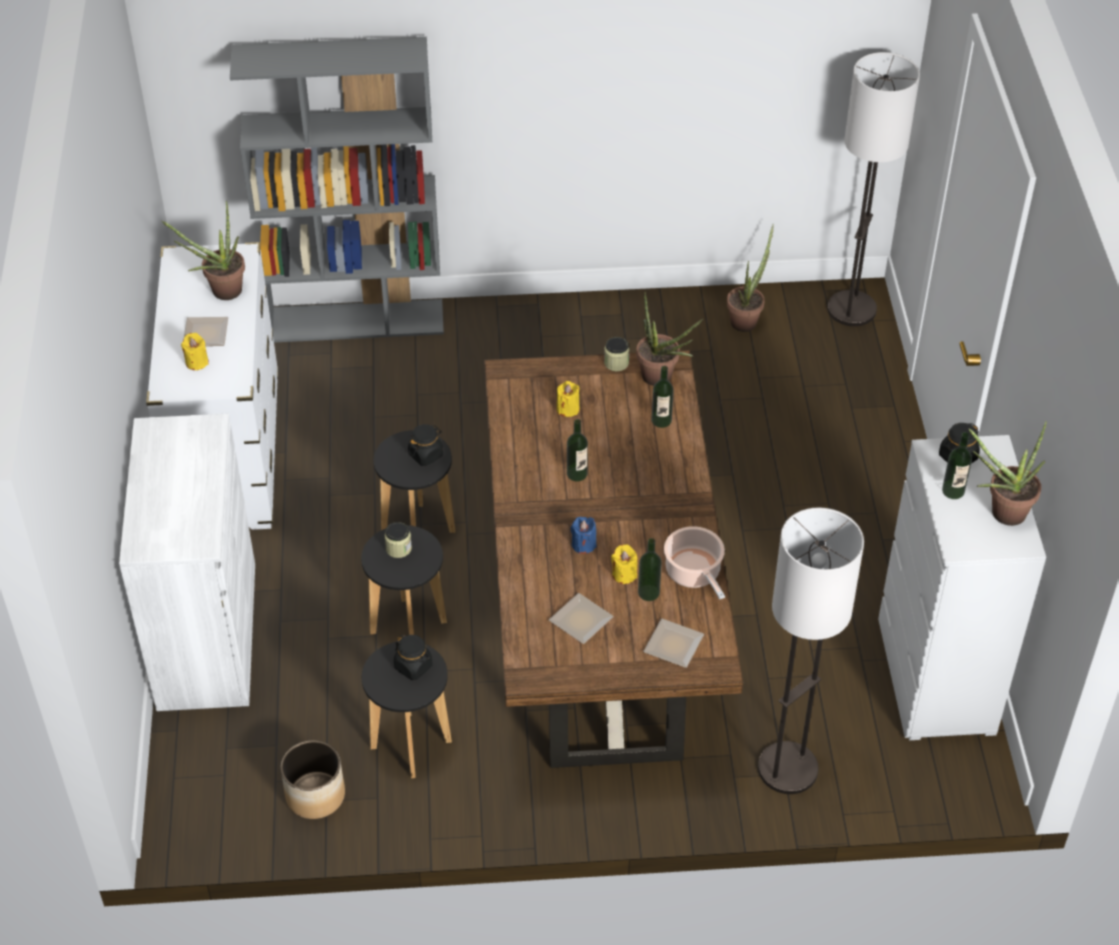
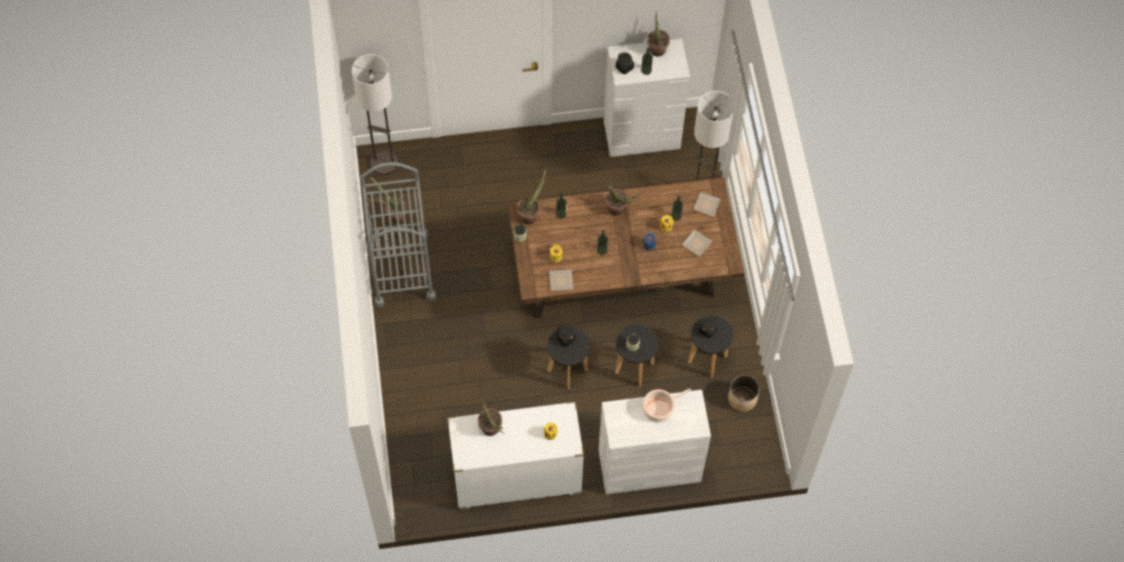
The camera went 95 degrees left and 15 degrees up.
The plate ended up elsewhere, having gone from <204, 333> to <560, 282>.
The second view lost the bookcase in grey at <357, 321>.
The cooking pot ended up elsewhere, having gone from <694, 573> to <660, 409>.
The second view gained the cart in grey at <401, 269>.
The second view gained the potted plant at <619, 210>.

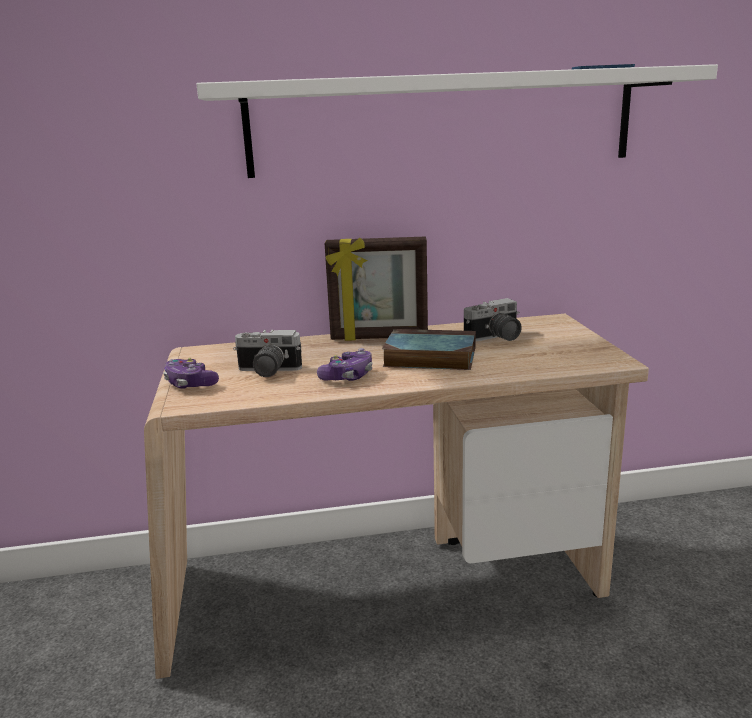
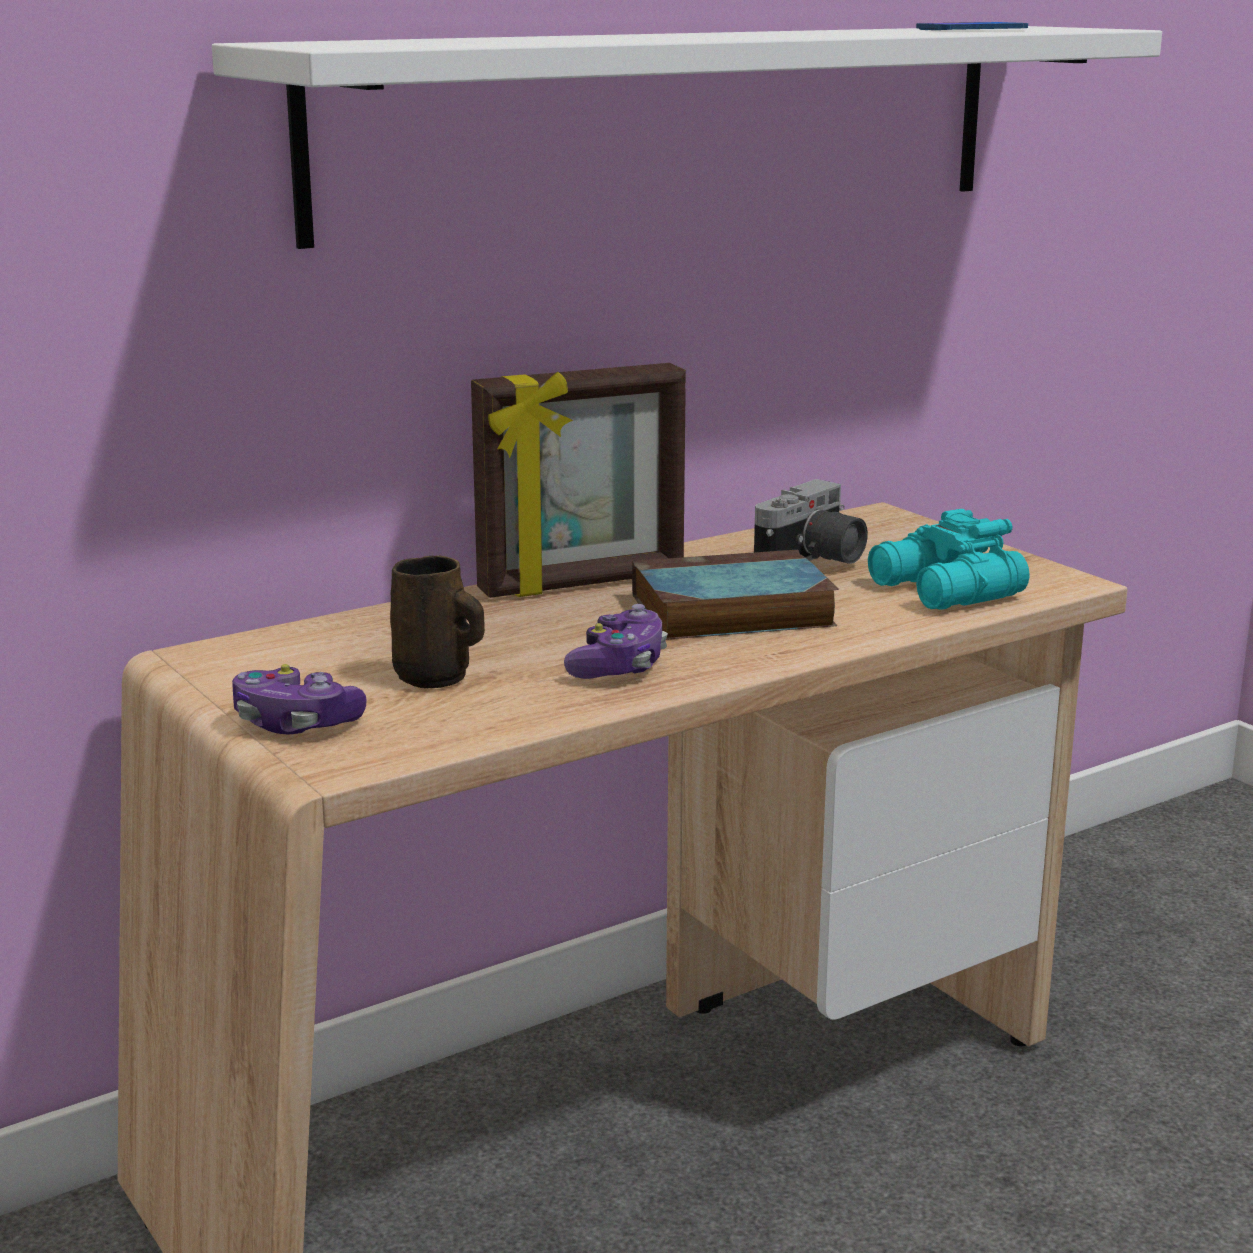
The camera went 25 degrees left and 0 degrees up.
Where the photo camera stood at <267, 372>, the mug in brown came to stand at <436, 678>.
The second view gained the binoculars in turquoise at <944, 591>.

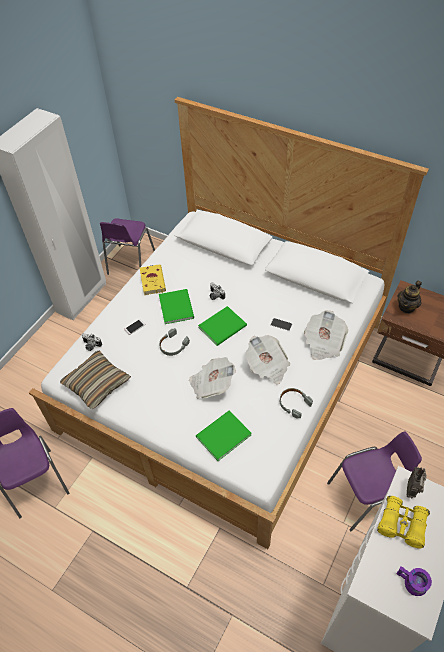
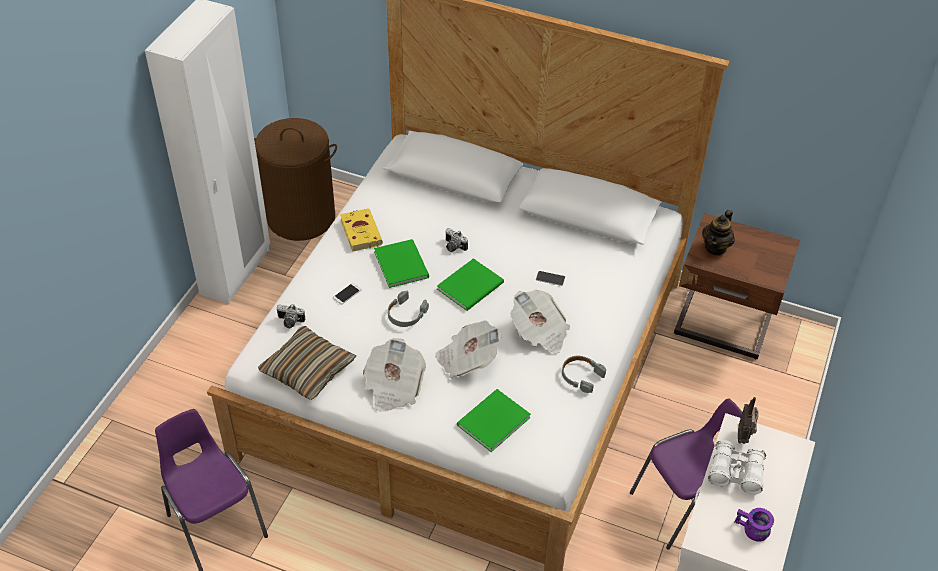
The camera went 10 degrees left and 5 degrees down.
Where the chair in purple stood at <130, 263>, the laundry basket in brown came to stand at <301, 218>.
The newspaper ended up elsewhere, having gone from <323, 343> to <393, 387>.
What was the binoculars in yellow at <402, 524> turned into the binoculars in white at <736, 473>.

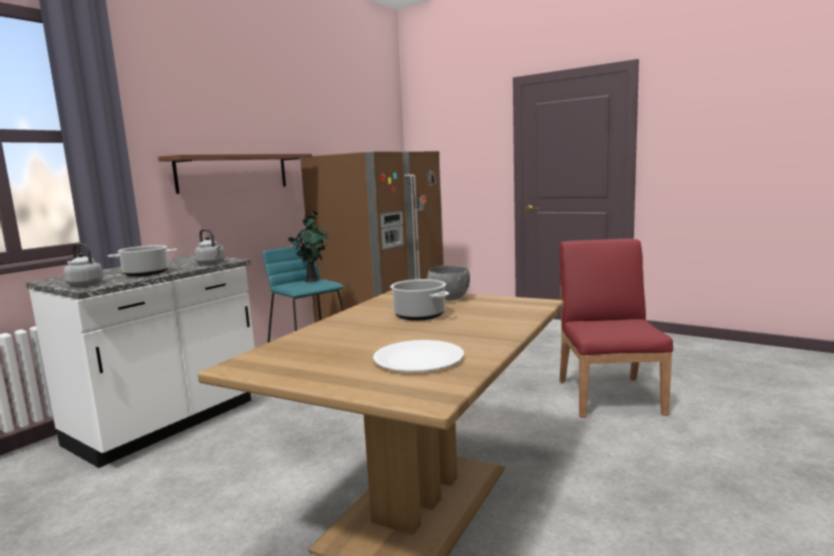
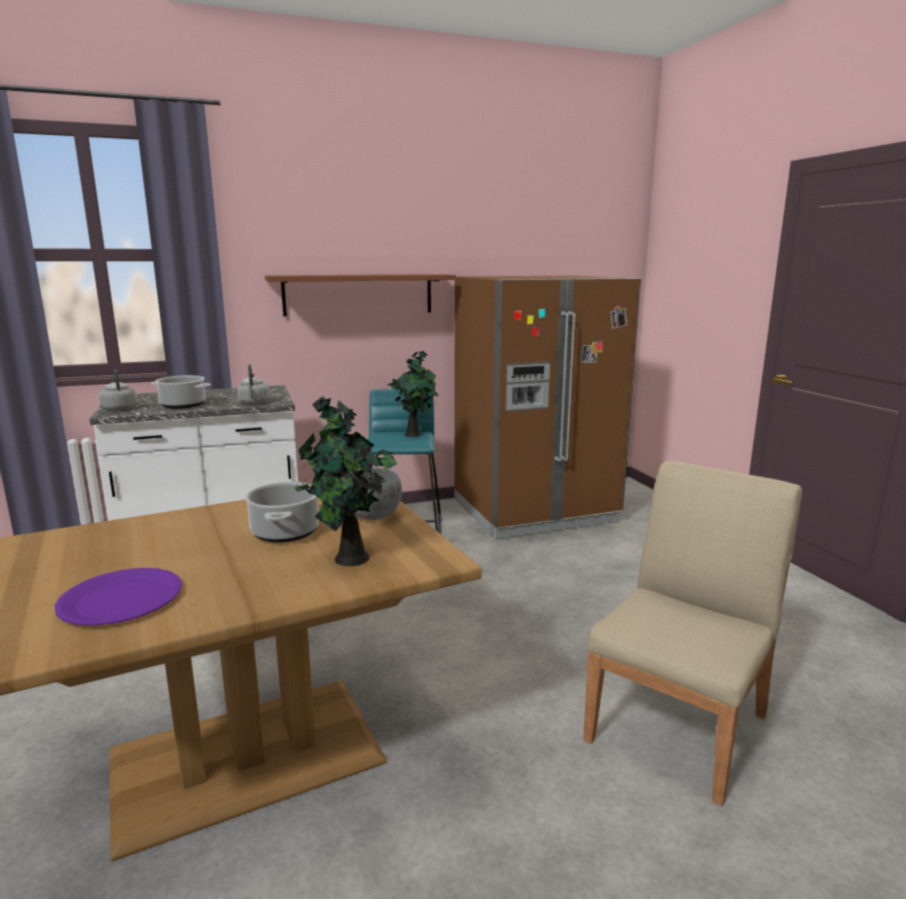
The camera went 35 degrees right and 5 degrees up.
What was the plate in white at <419, 359> turned into the plate in purple at <121, 599>.
What was the chair in red at <609, 396> turned into the chair in beige at <679, 726>.
The second view gained the potted plant at <349, 559>.

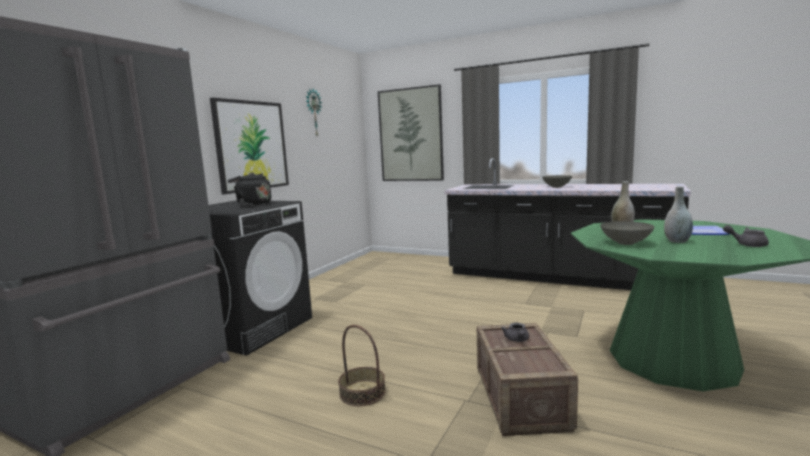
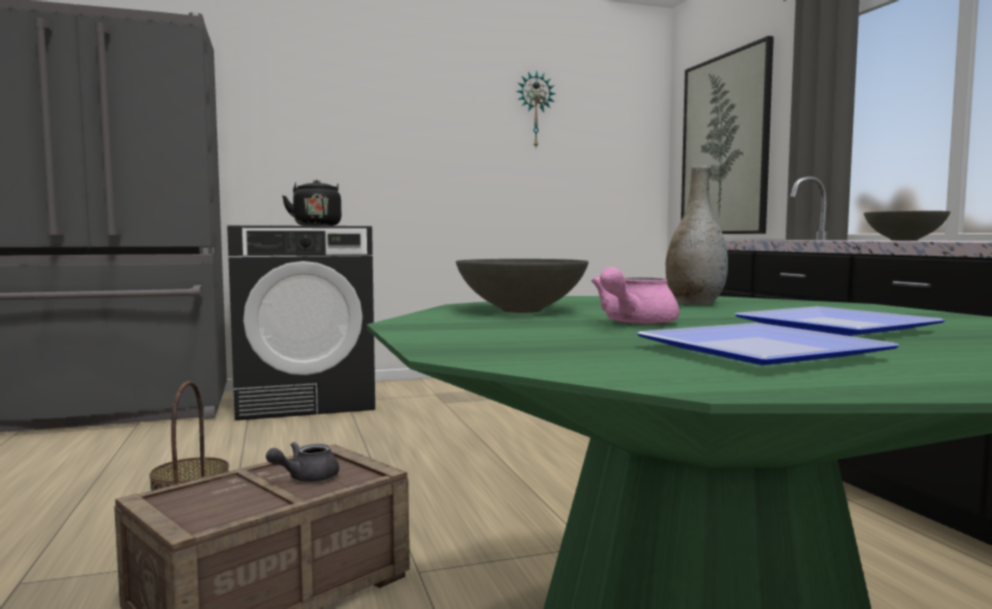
The camera went 45 degrees right and 5 degrees down.
The second view lost the picture at <251, 146>.
Where the vase in grey stood at <677, 241>, the teapot in pink came to stand at <633, 323>.
Where the teapot in grey stood at <747, 244>, the plate came to stand at <750, 352>.

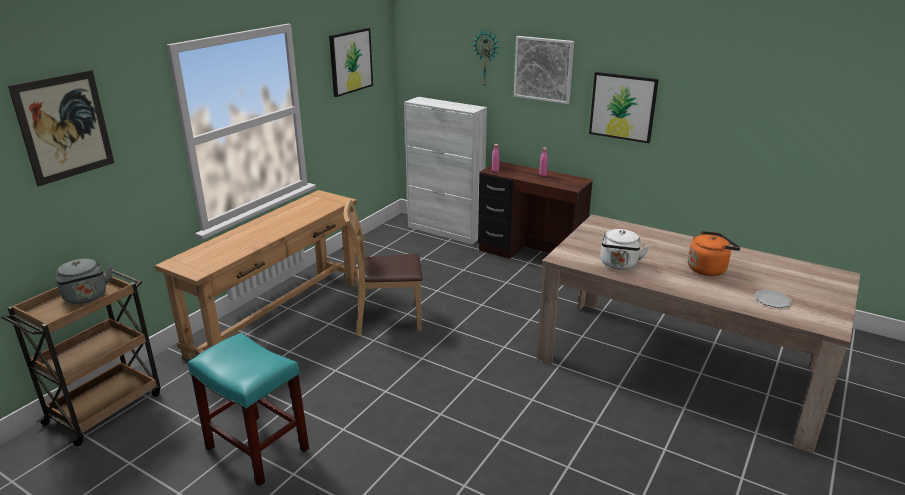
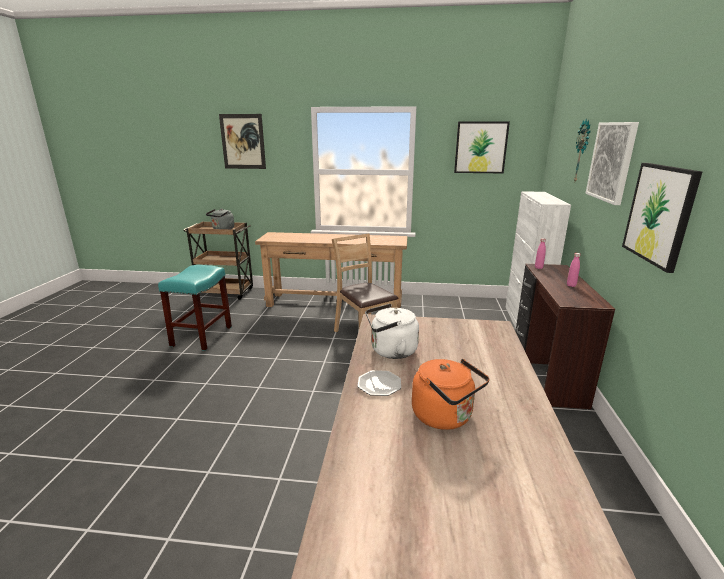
The camera went 65 degrees right and 5 degrees down.
The plate ended up elsewhere, having gone from <772, 300> to <379, 385>.

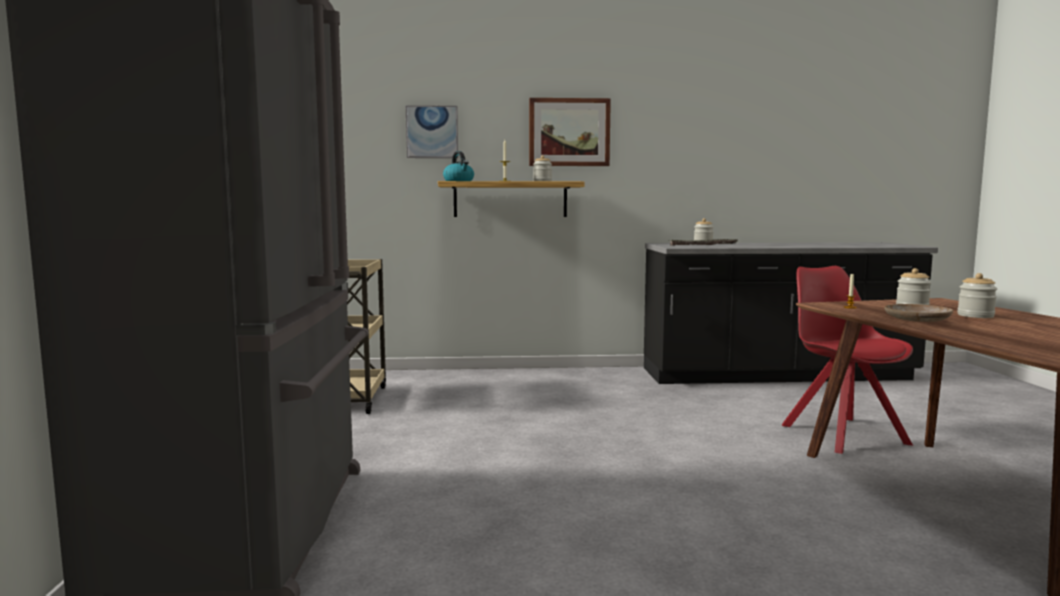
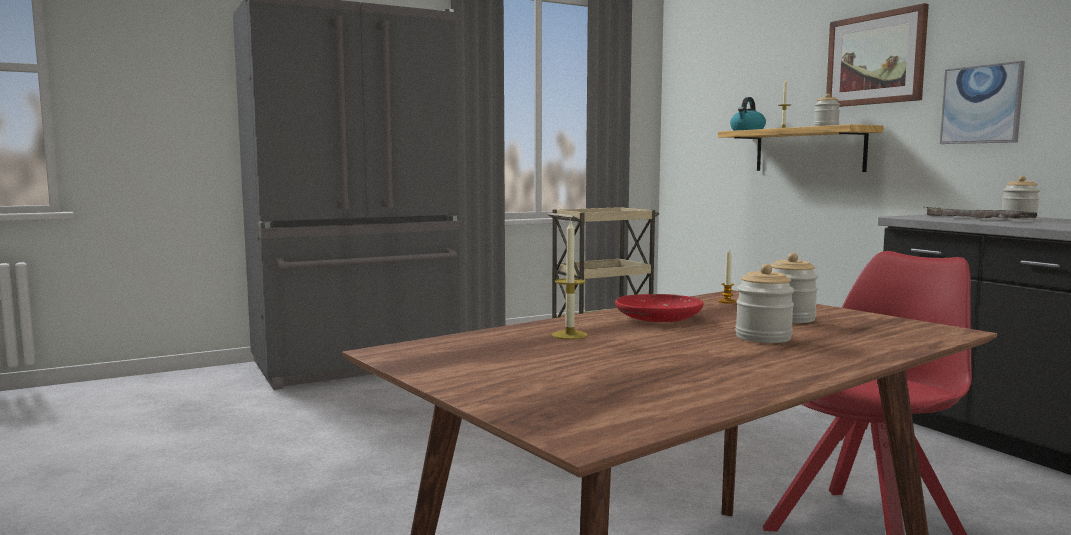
The camera went 65 degrees right and 0 degrees up.
The picture ended up elsewhere, having gone from <432, 132> to <981, 104>.
What was the plate in beige at <917, 320> turned into the plate in red at <658, 318>.
The second view gained the candle at <569, 335>.

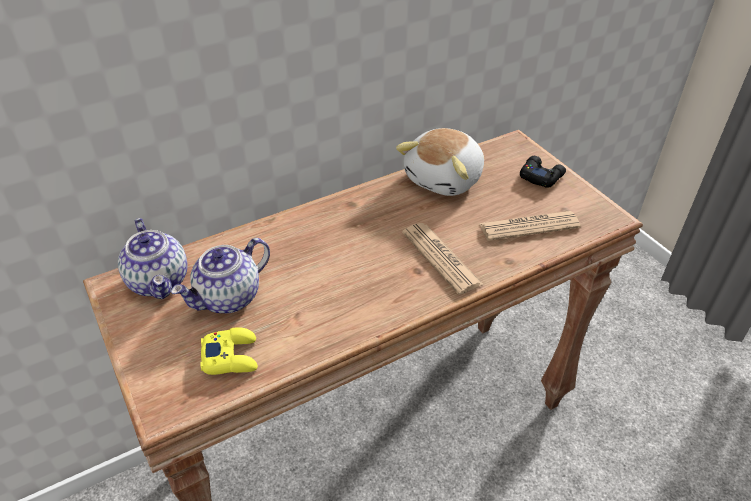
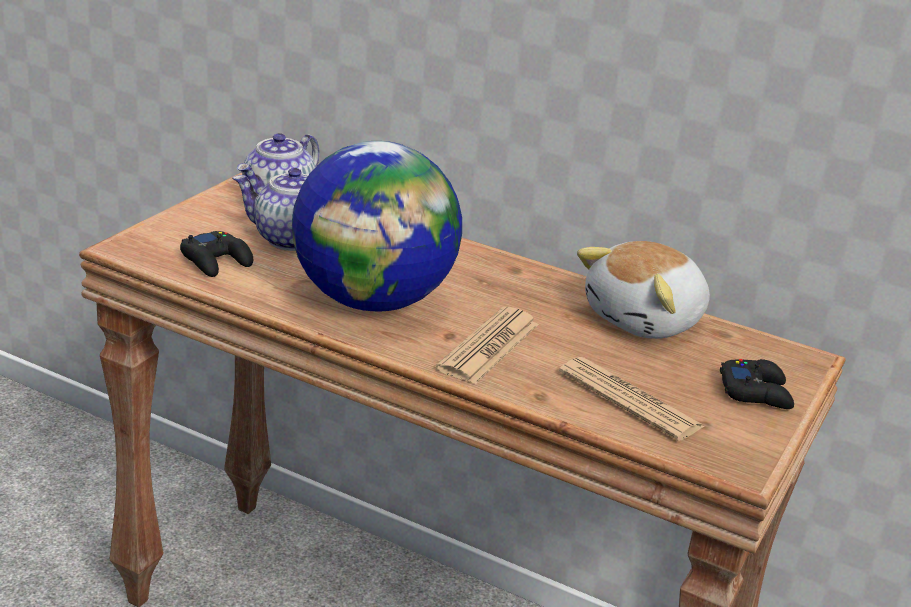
The camera went 55 degrees right and 15 degrees down.
What was the game controller in yellow at <231, 356> turned into the game controller in black at <216, 261>.
The plush toy at <445, 179> ended up facing another way, 45 degrees counterclockwise from before.
The second view gained the globe at <373, 301>.

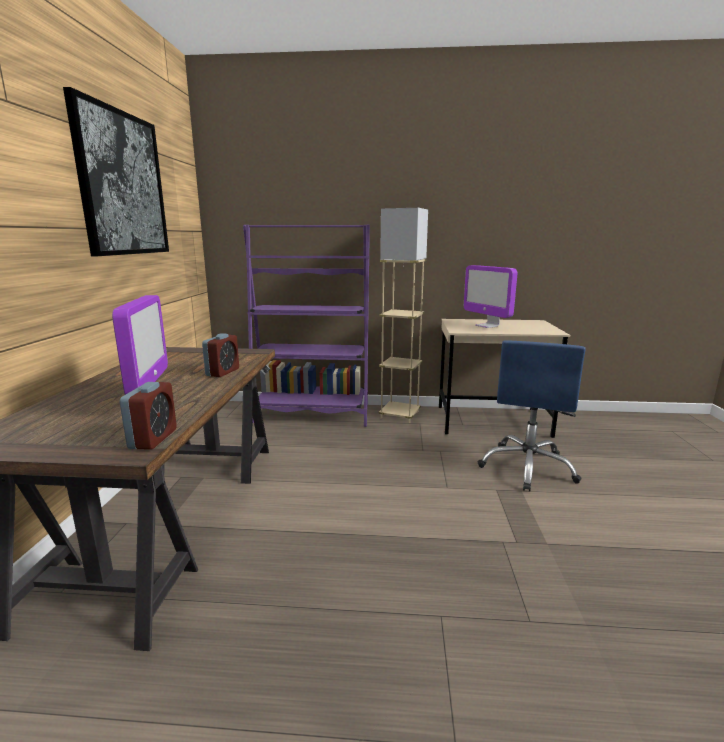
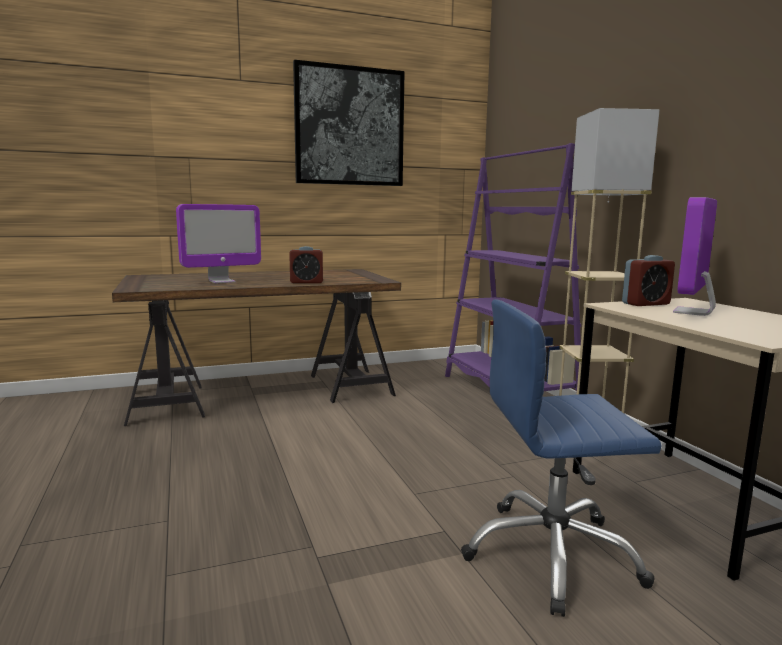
The camera went 65 degrees right and 5 degrees down.
The alarm clock ended up elsewhere, having gone from <153, 439> to <645, 304>.

